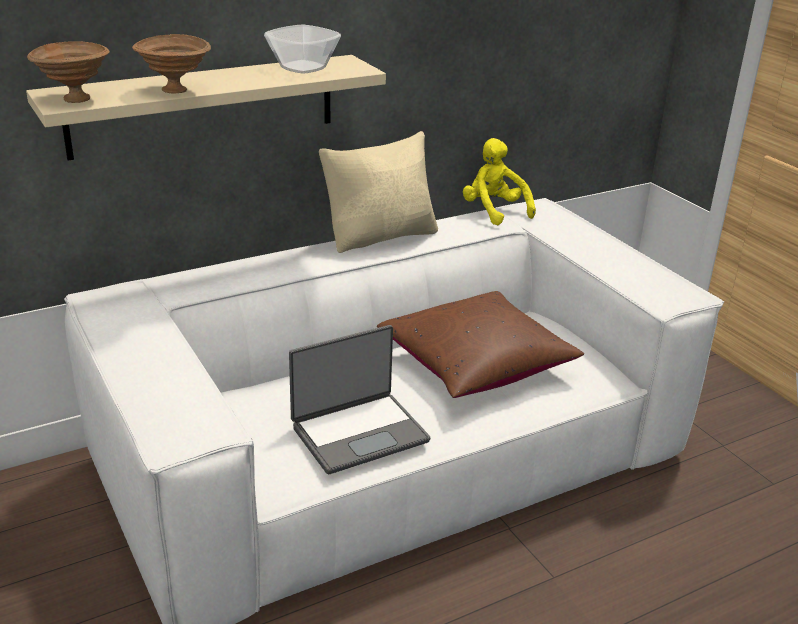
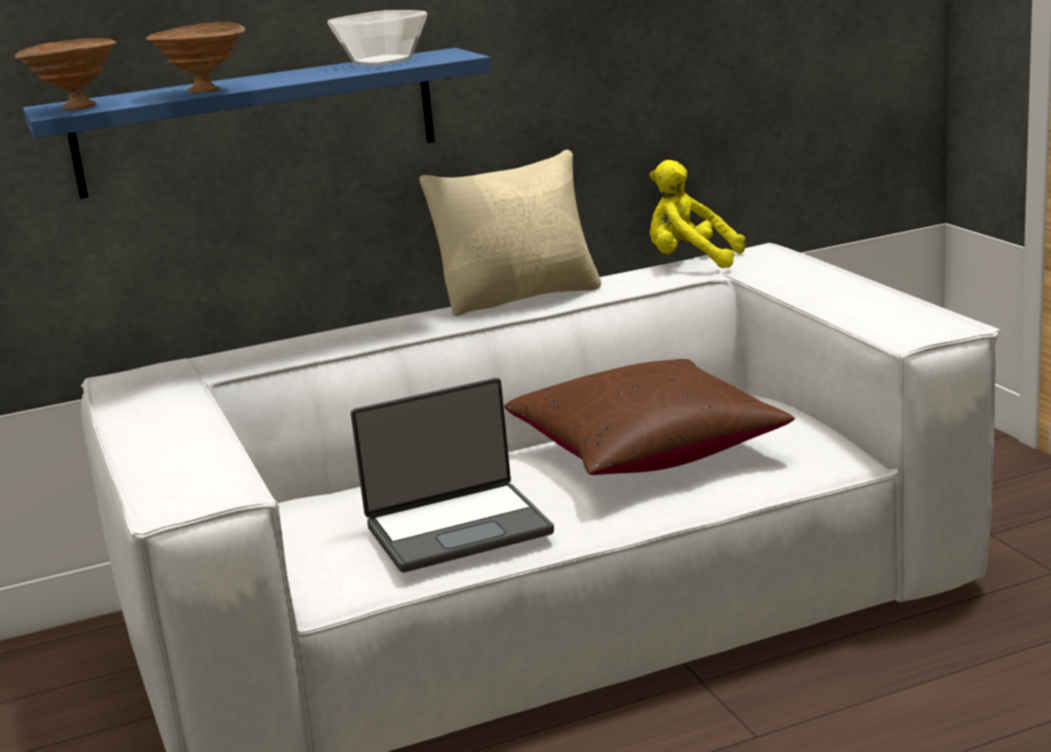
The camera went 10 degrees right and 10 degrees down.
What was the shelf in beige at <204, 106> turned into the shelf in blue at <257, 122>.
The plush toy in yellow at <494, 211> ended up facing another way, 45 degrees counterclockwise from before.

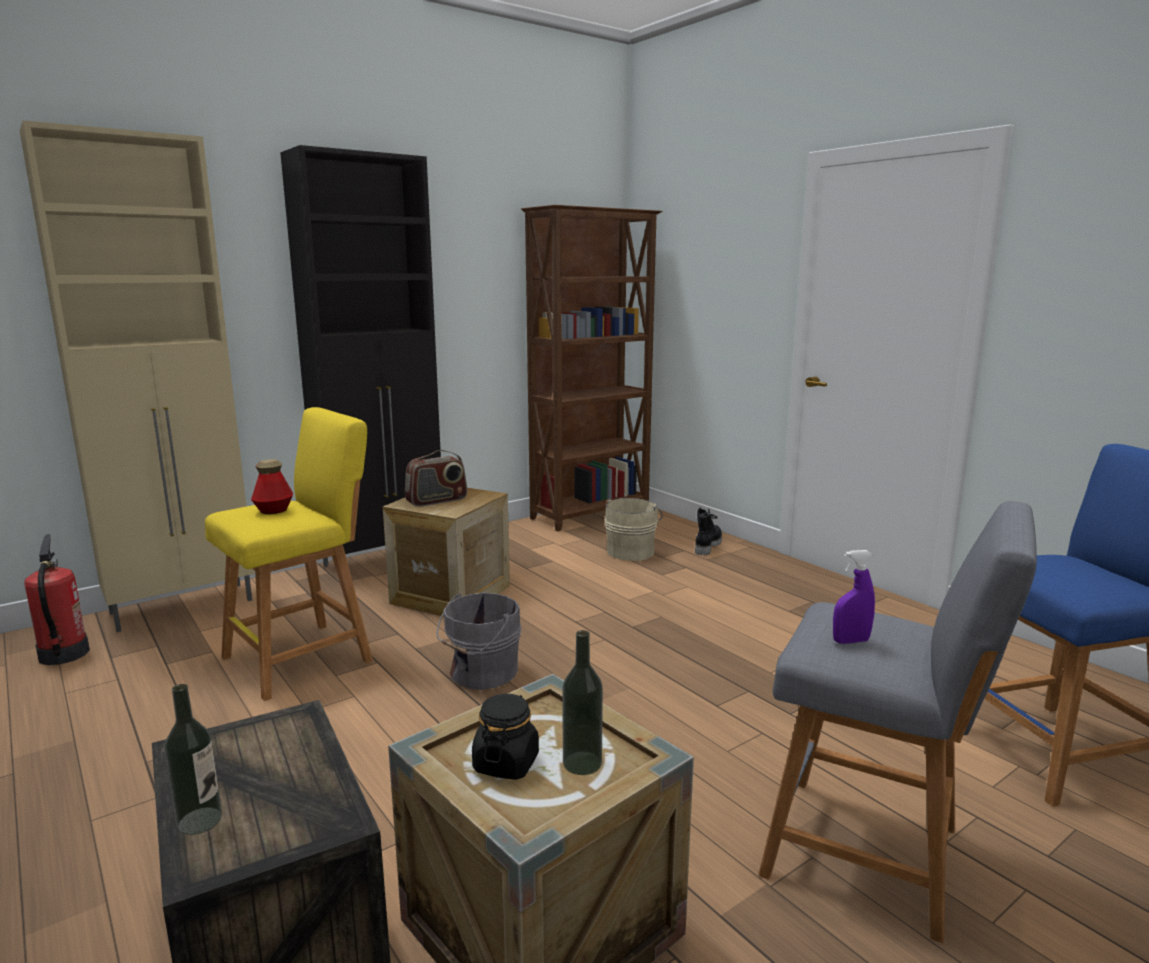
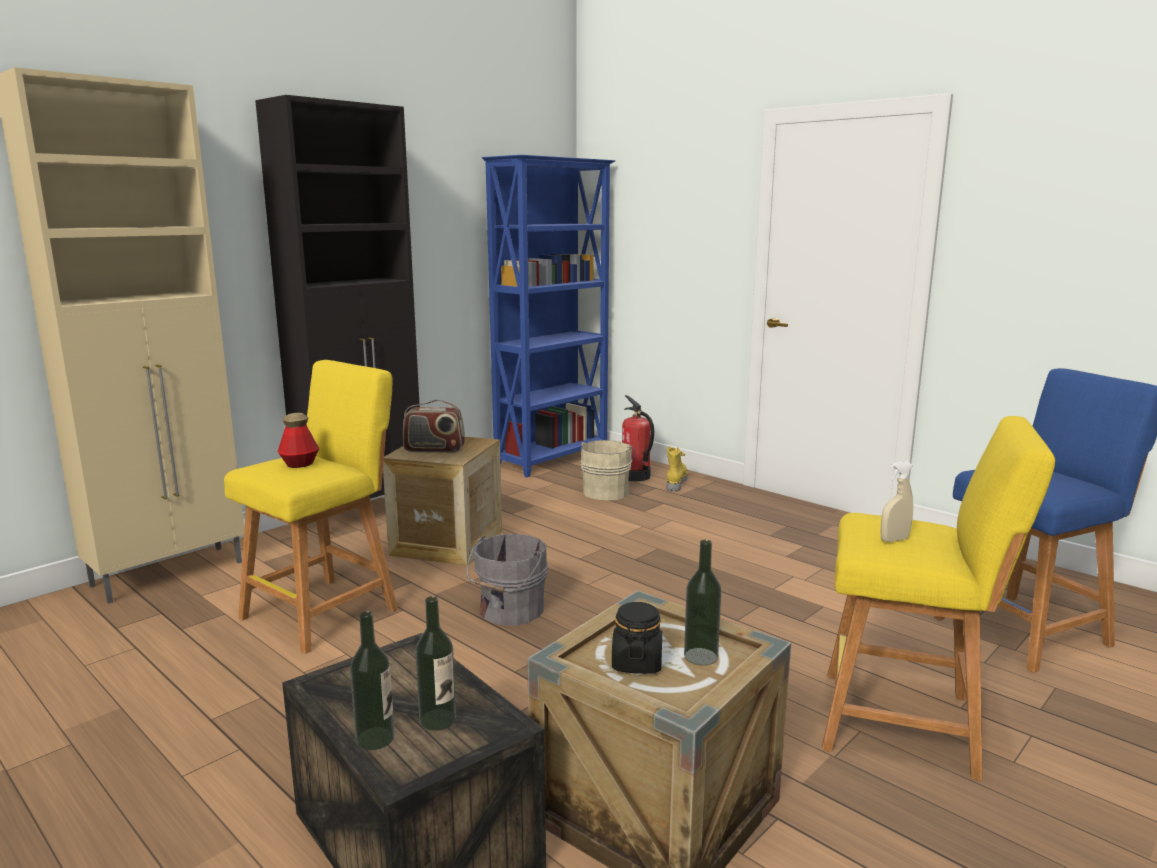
The camera went 10 degrees left and 0 degrees up.
The fire extinguisher ended up elsewhere, having gone from <63, 655> to <635, 476>.
The radio at <437, 501> ended up facing another way, 45 degrees clockwise from before.
What was the bookcase in brown at <592, 514> turned into the bookcase in blue at <554, 459>.
What was the boot in black at <707, 546> turned into the boot in yellow at <675, 482>.
What was the stool in grey at <873, 855> turned into the stool in yellow at <908, 724>.
What was the spray bottle in purple at <850, 641> turned into the spray bottle in beige at <894, 540>.
The second view gained the bottle at <437, 719>.

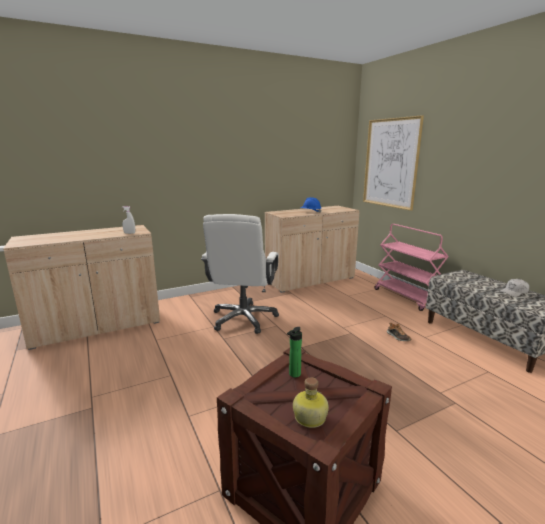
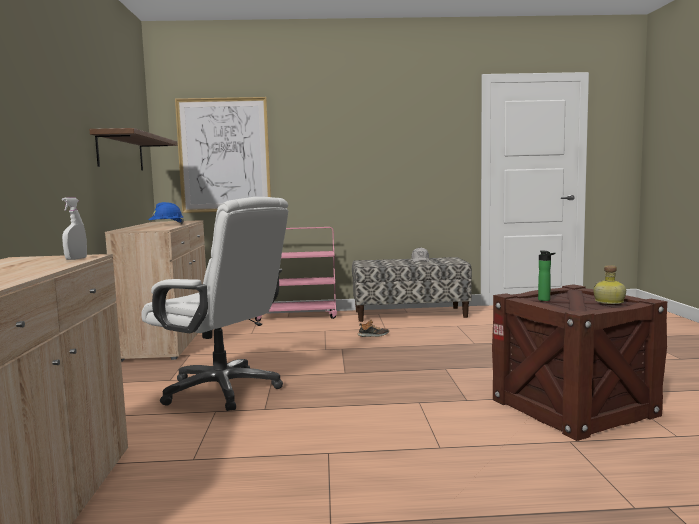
The camera went 65 degrees left and 10 degrees down.
The second view gained the shelf at <121, 152>.

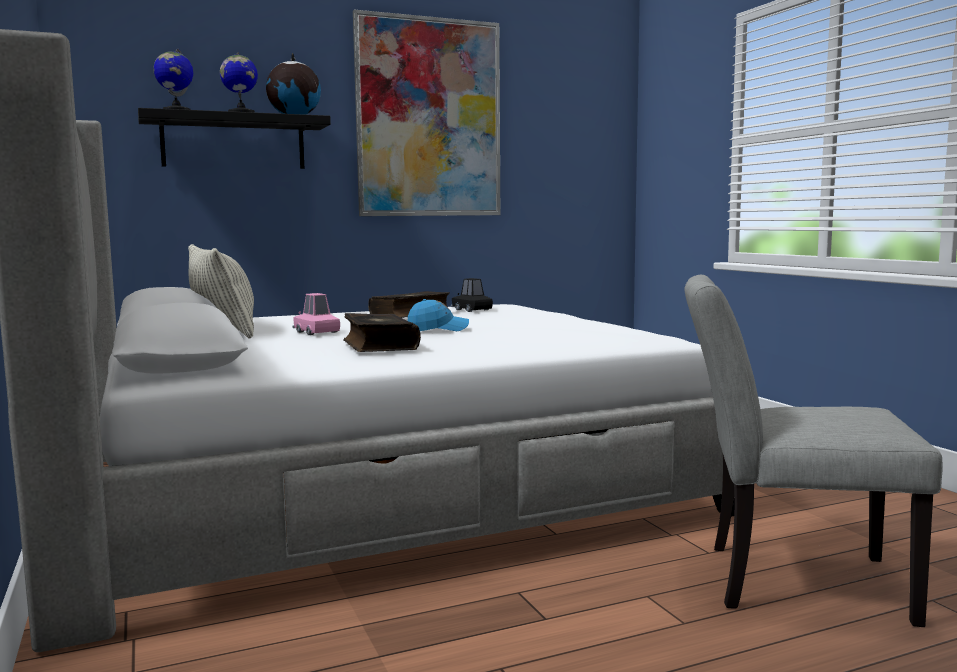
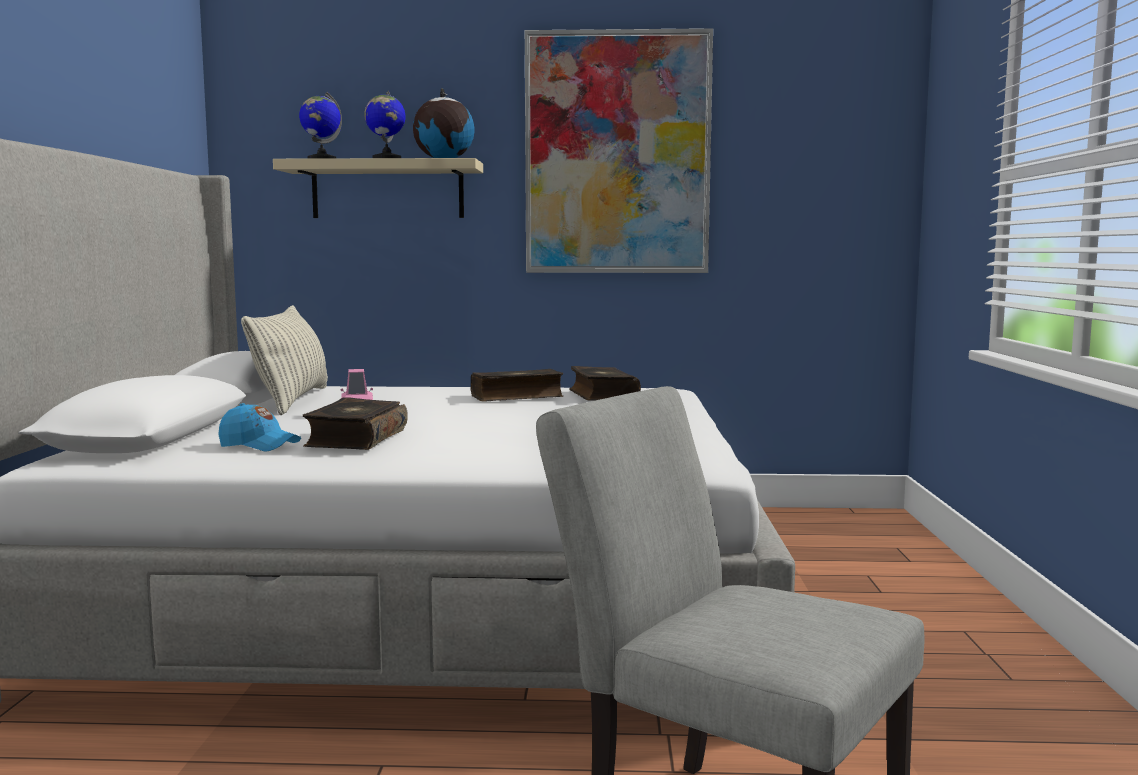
The camera went 25 degrees right and 0 degrees up.
What was the shelf in black at <234, 143> turned into the shelf in beige at <388, 190>.
The cap in blue ended up elsewhere, having gone from <438, 329> to <259, 445>.
Where the toy car in black stood at <471, 310>, the book came to stand at <602, 395>.

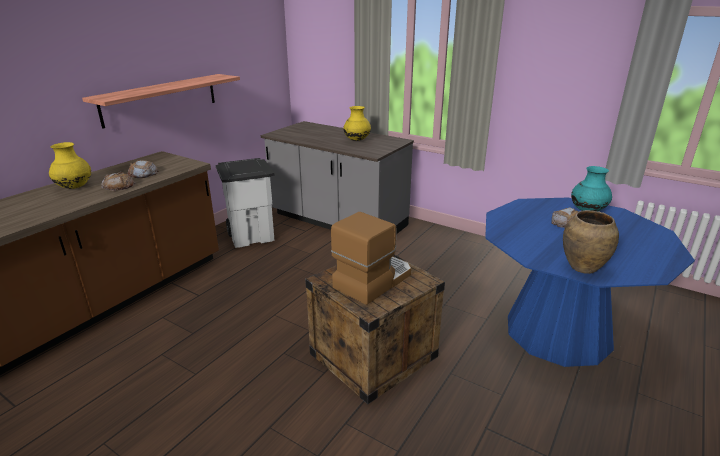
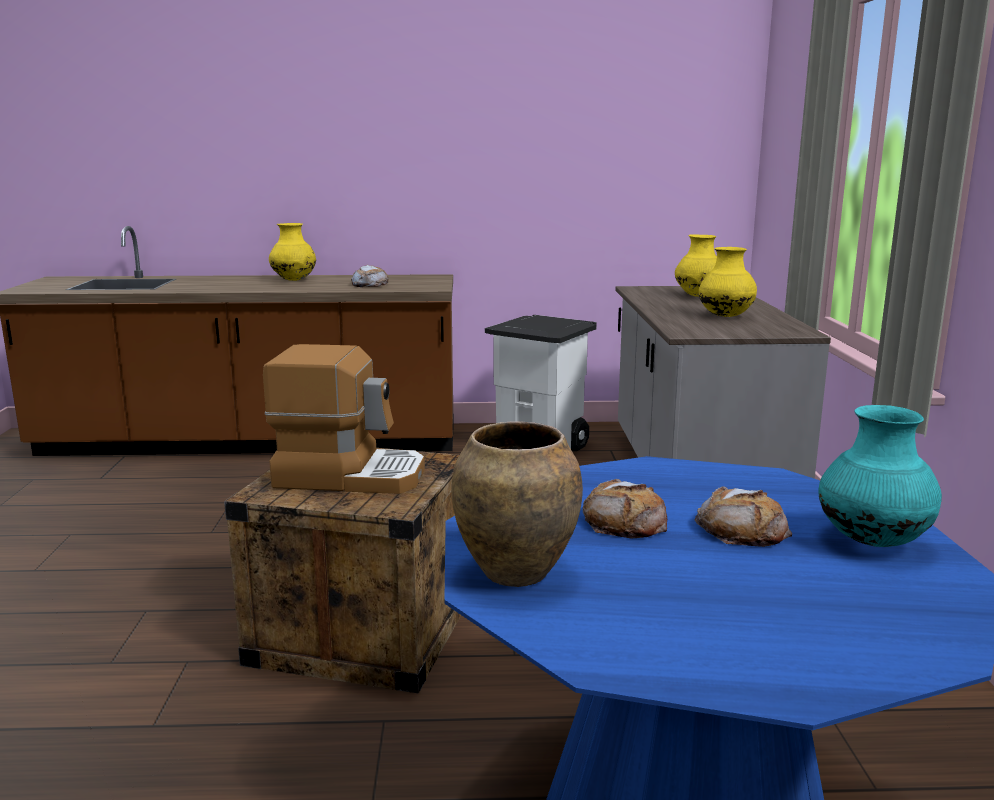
The camera went 55 degrees right and 10 degrees down.
The second view lost the shelf at <161, 99>.
The bread ended up elsewhere, having gone from <118, 186> to <624, 521>.
The second view gained the vase in yellow at <698, 296>.

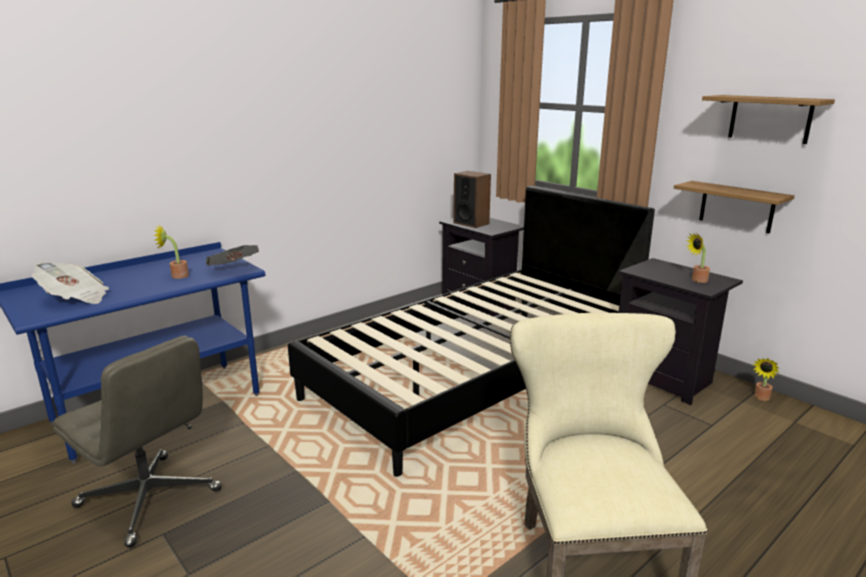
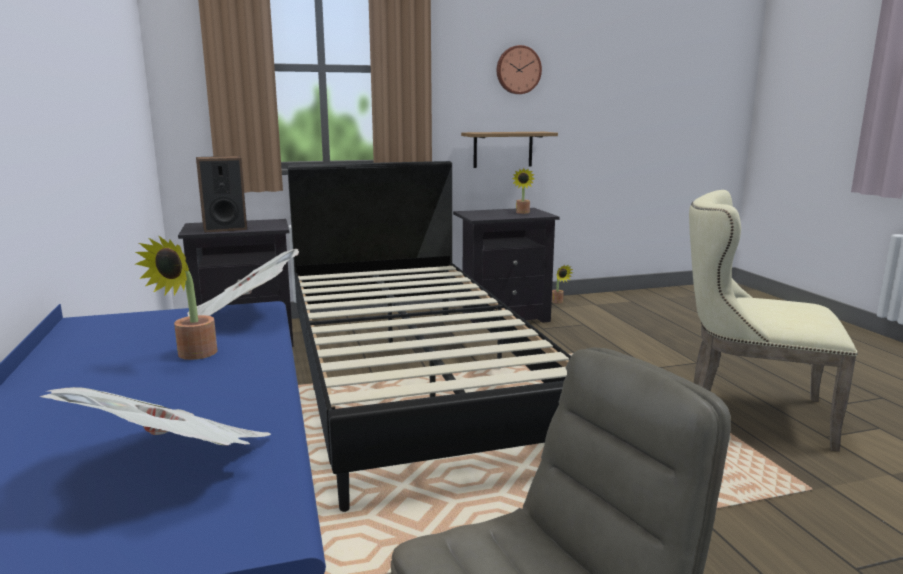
The camera went 65 degrees left and 5 degrees down.
Where the shelf hung at <770, 118>, the wall clock came to hang at <518, 70>.

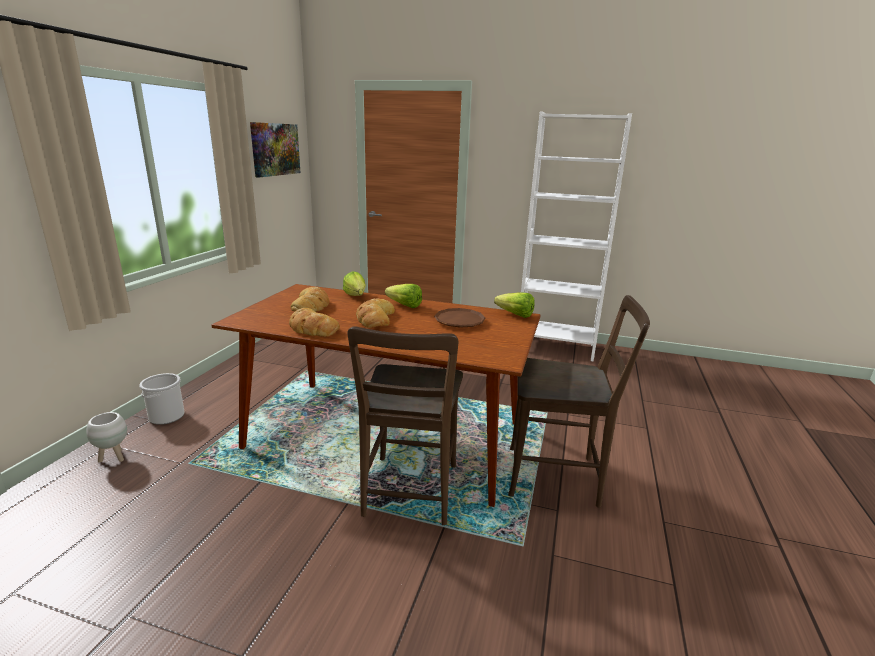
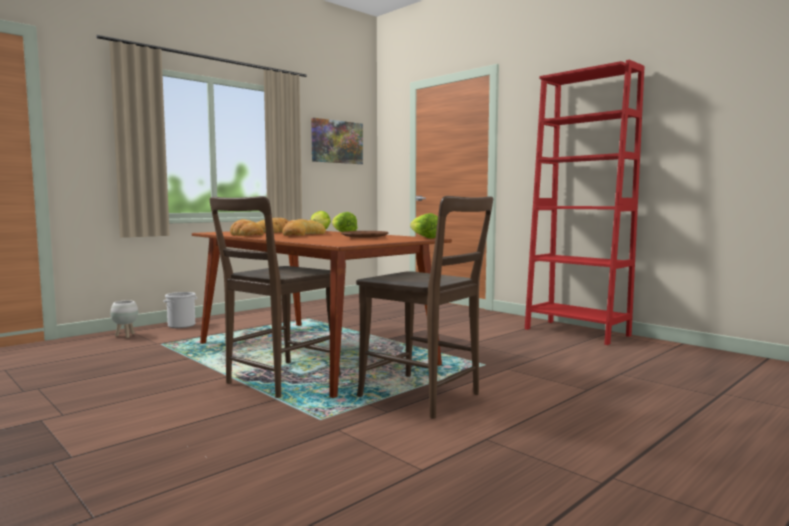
The camera went 30 degrees right and 15 degrees down.
What was the bookcase in white at <555, 347> turned into the bookcase in red at <576, 332>.

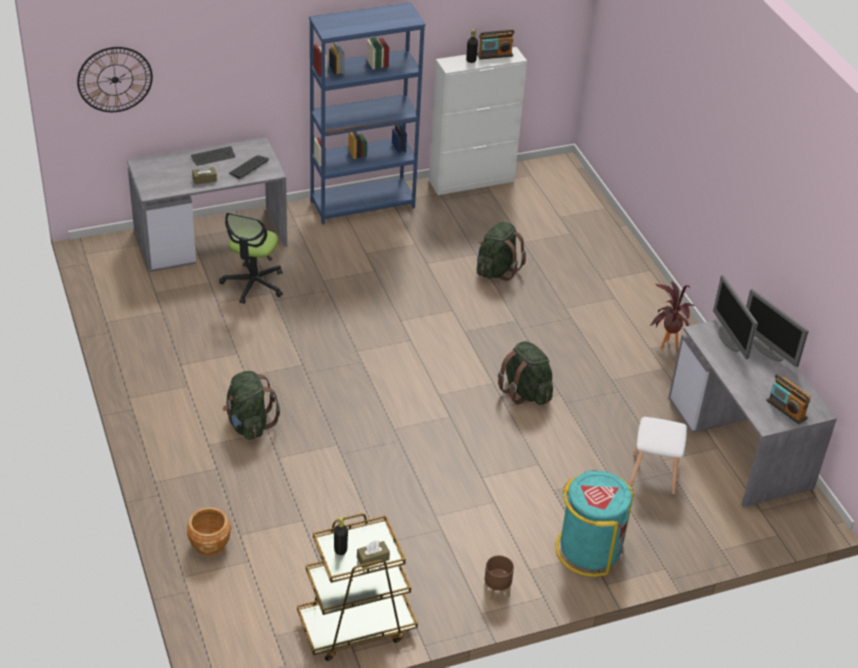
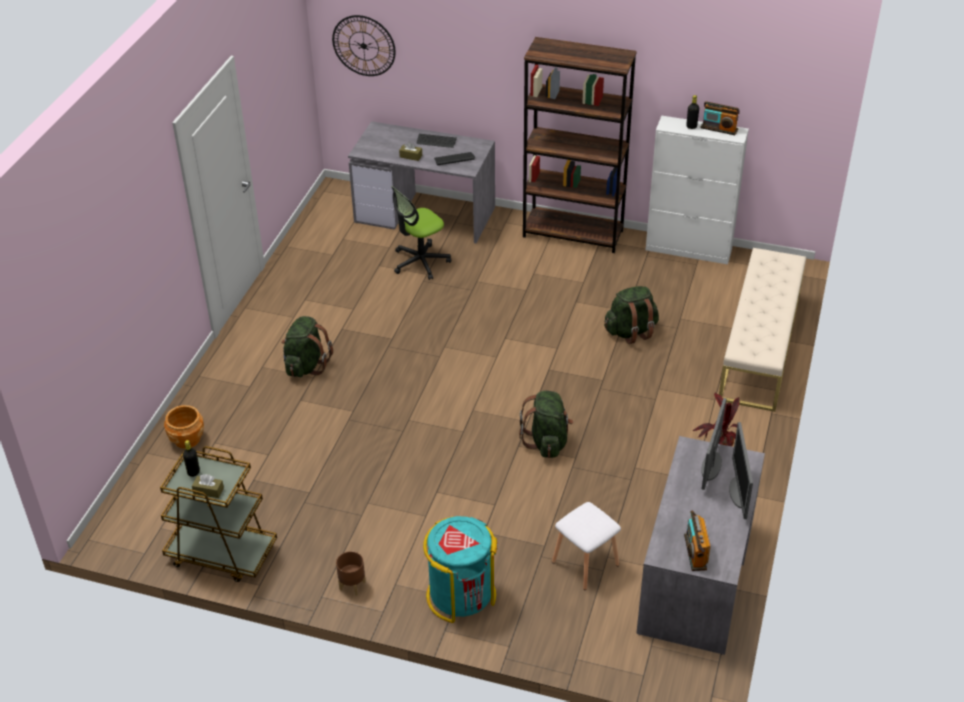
The camera went 40 degrees right and 0 degrees up.
What was the bookcase in blue at <363, 204> turned into the bookcase in brown at <573, 233>.
The second view gained the bench in beige at <760, 347>.

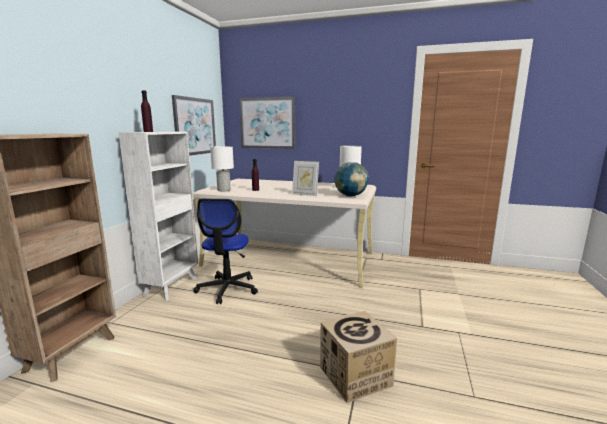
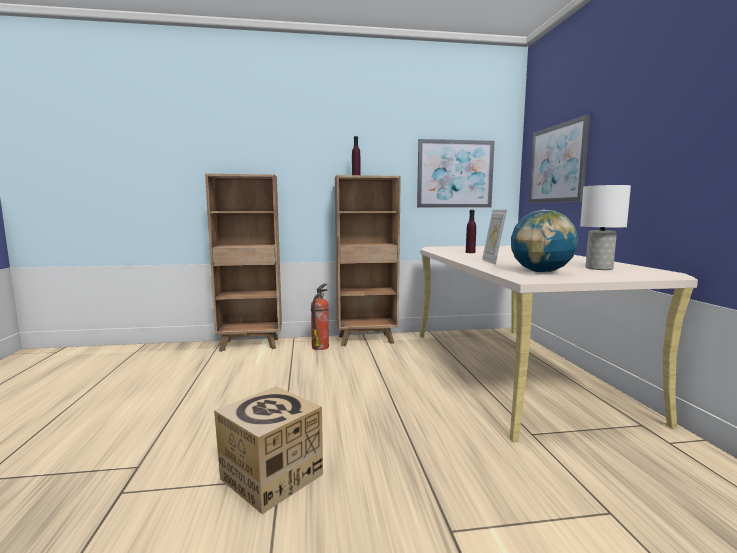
The camera went 65 degrees right and 5 degrees down.
What was the bookcase in white at <172, 286> turned into the bookcase in brown at <367, 340>.
The second view lost the office chair at <227, 289>.
The second view lost the table lamp in white at <224, 190>.
The second view gained the fire extinguisher at <320, 347>.

